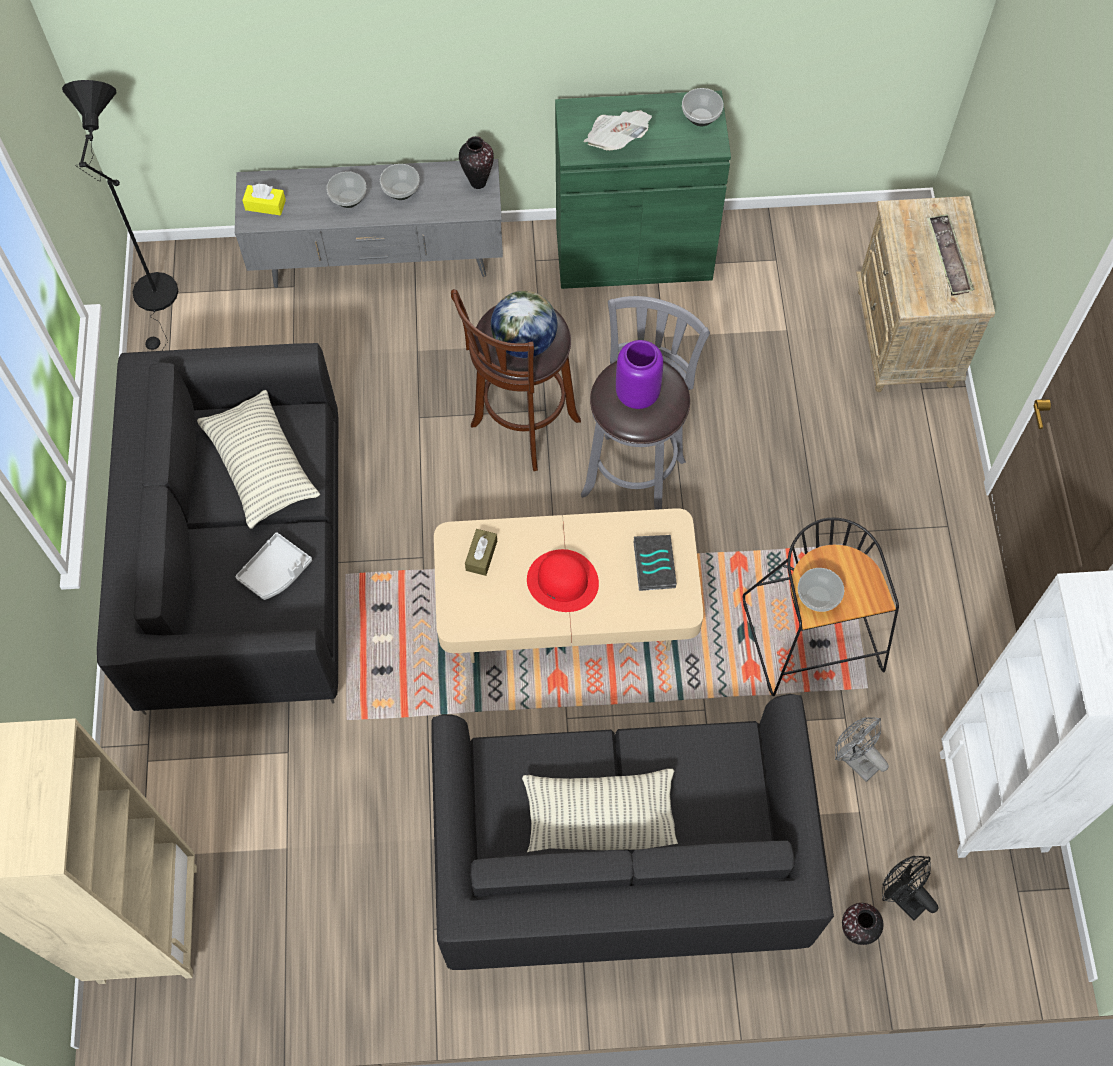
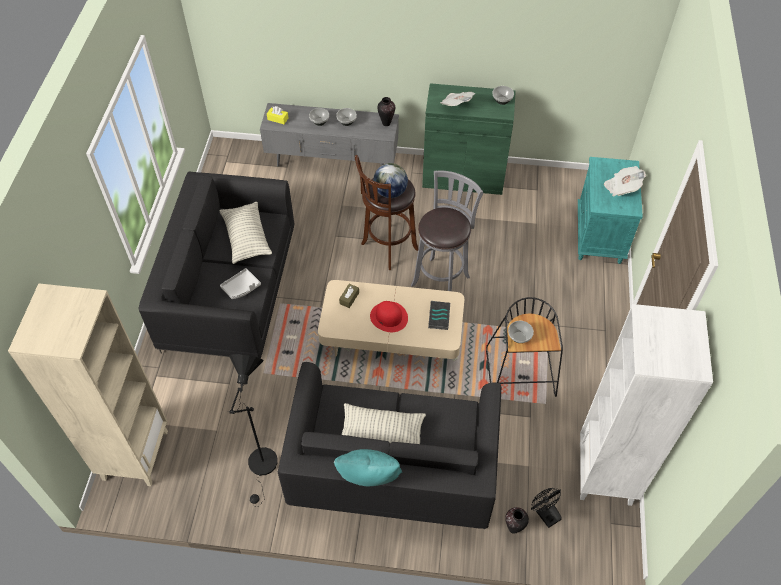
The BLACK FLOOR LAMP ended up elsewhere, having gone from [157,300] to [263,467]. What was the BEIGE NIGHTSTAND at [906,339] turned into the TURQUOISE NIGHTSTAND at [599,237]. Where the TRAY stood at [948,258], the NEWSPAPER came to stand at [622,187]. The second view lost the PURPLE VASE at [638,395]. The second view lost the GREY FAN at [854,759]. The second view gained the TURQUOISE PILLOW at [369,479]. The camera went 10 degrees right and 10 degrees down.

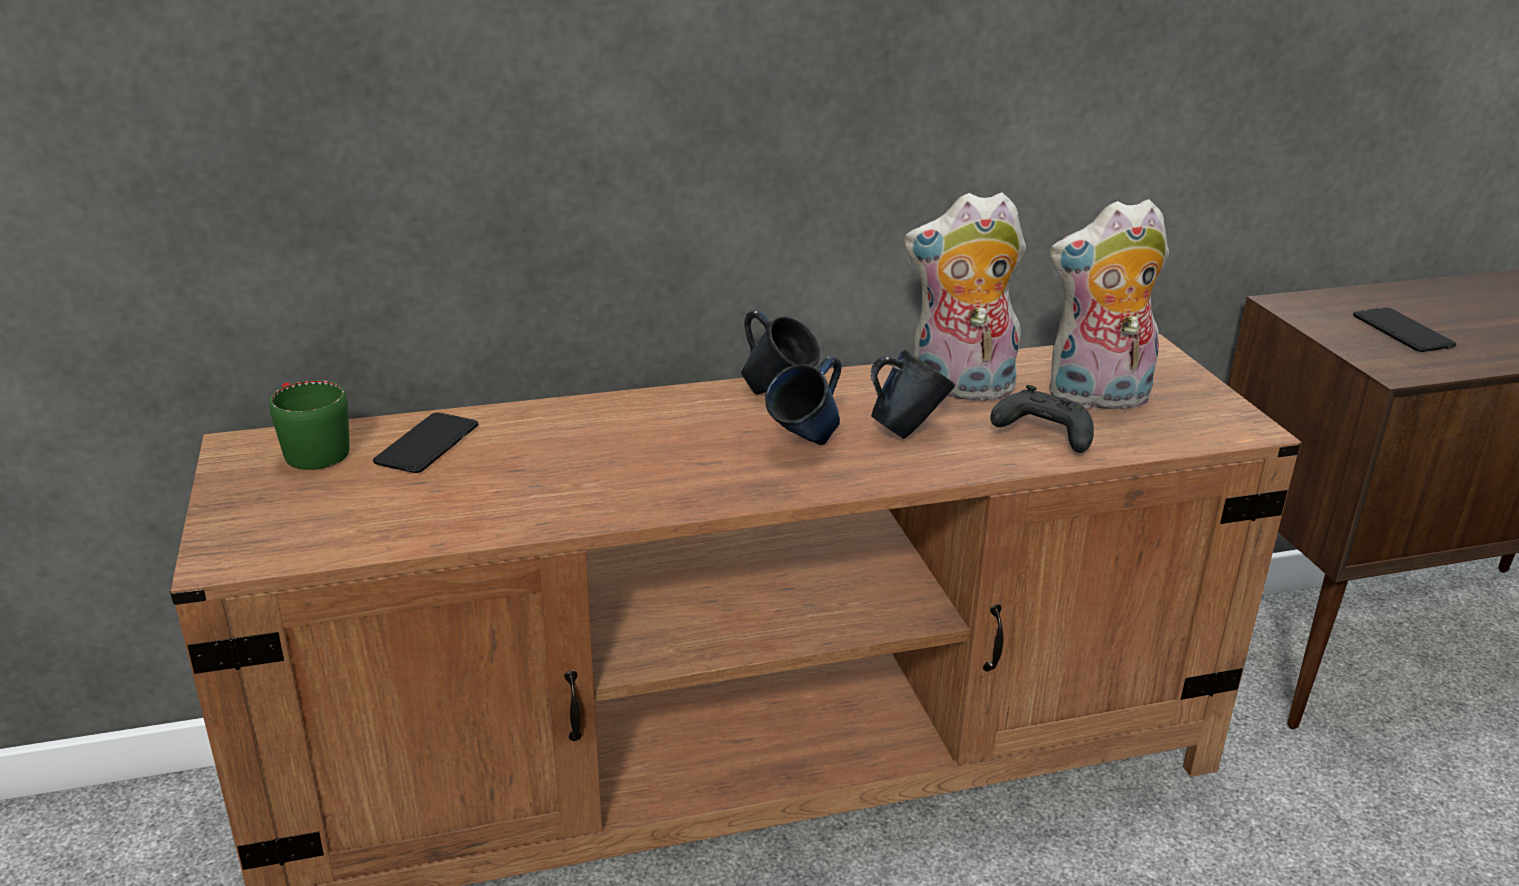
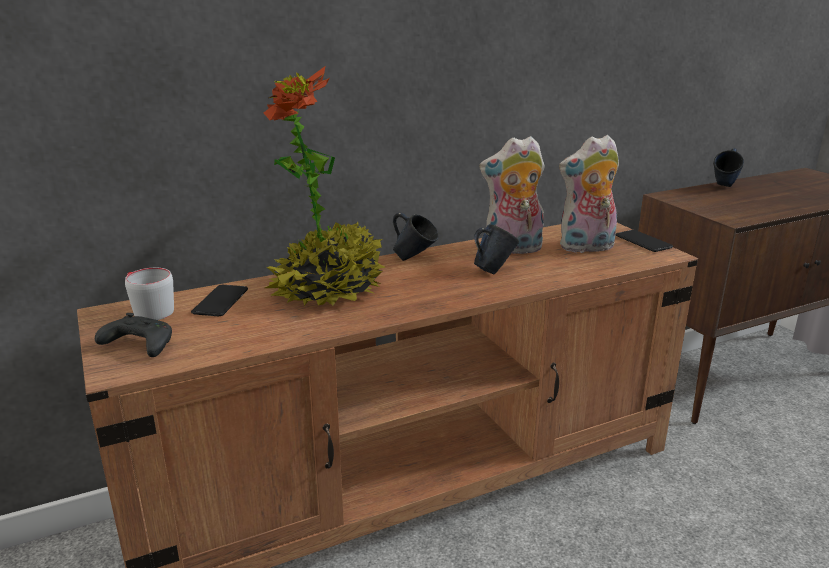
The PHONE ended up elsewhere, having gone from [1402,331] to [643,242]. The BLUE MUG ended up elsewhere, having gone from [806,446] to [724,187]. What was the GREEN MUG at [310,448] turned into the GREY MUG at [148,310]. The BLACK GAME CONTROLLER ended up elsewhere, having gone from [1042,434] to [138,346]. The second view gained the POTTED PLANT at [328,289]. The camera went 10 degrees left and 5 degrees down.

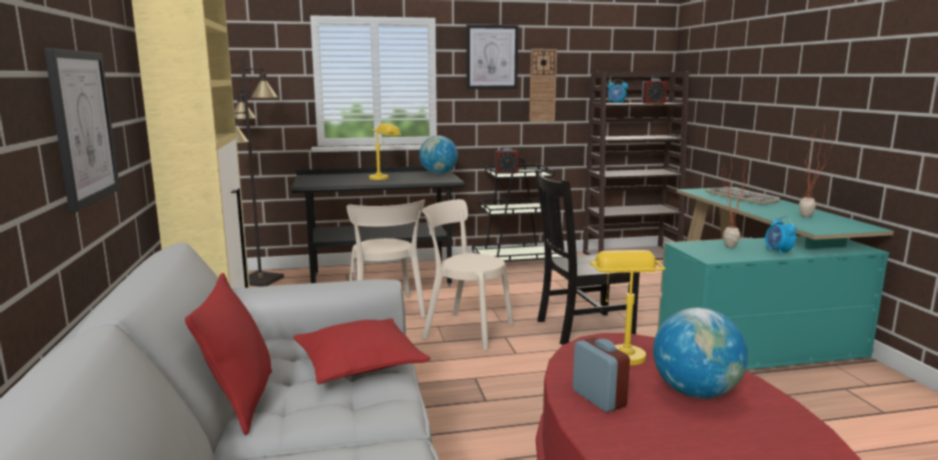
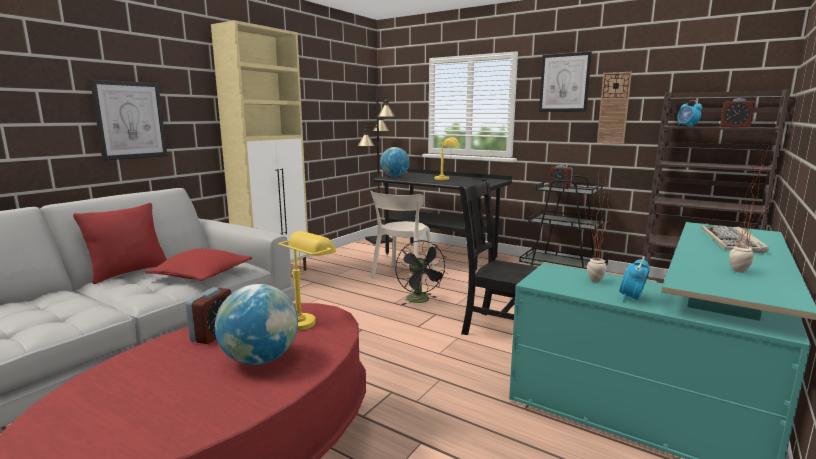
The GLOBE ended up elsewhere, having gone from [438,173] to [394,176]. Where the BEIGE CHAIR stood at [464,330], the BLACK FAN came to stand at [421,301]. The camera went 45 degrees right and 0 degrees up.

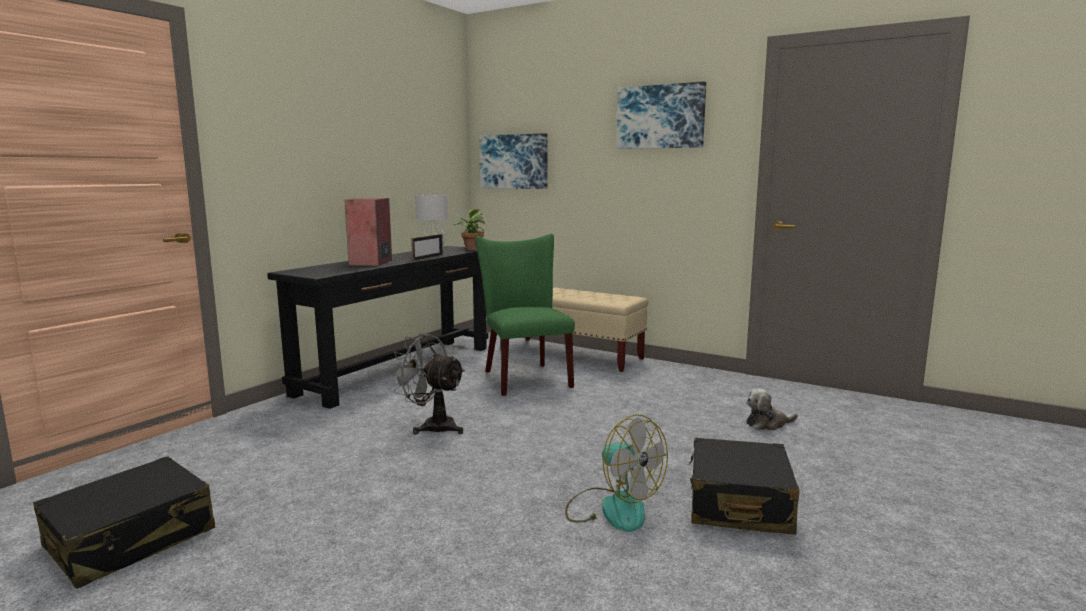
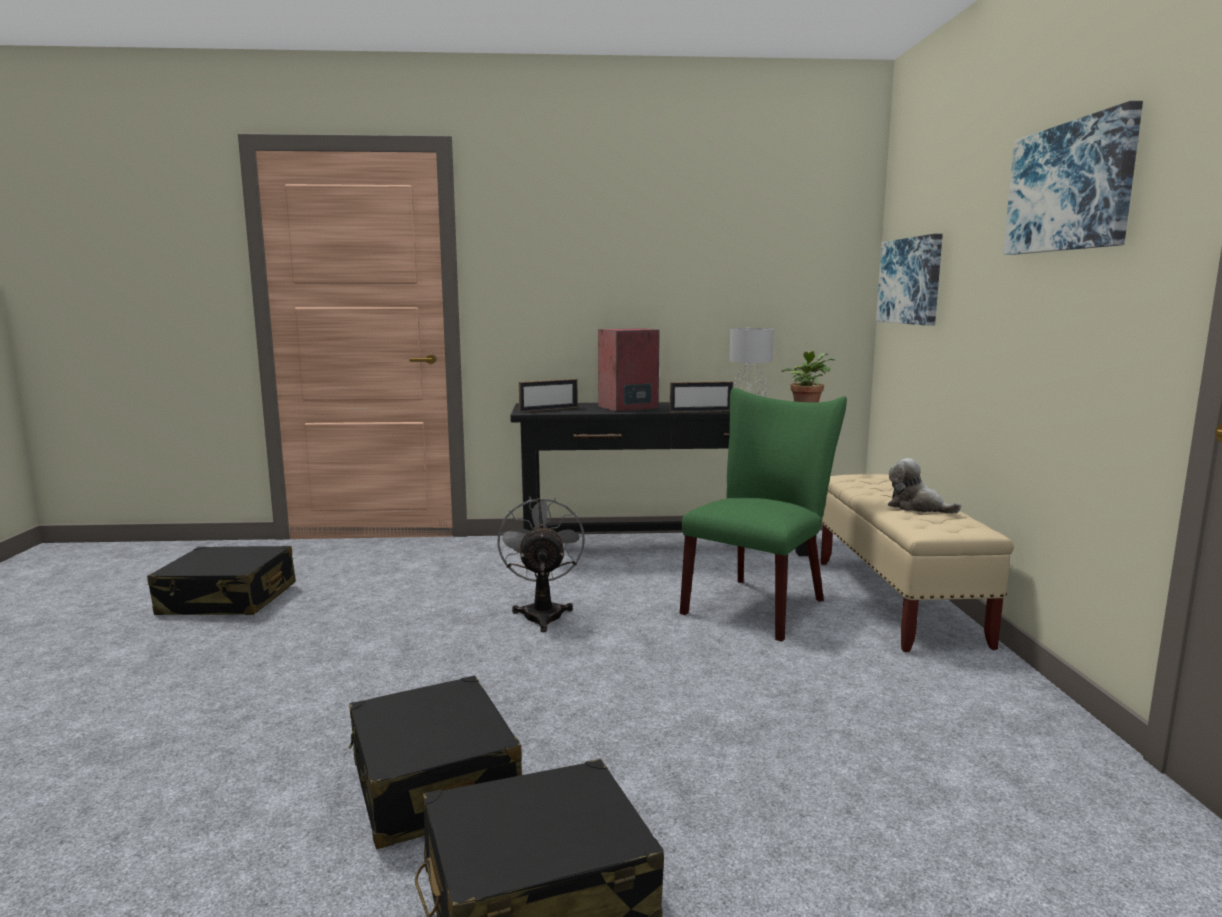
The PLUSH TOY ended up elsewhere, having gone from [767,424] to [917,507]. Where the FAN stood at [612,508], the BLACK SUITCASE came to stand at [433,785]. The second view gained the PICTURE FRAME at [549,409]. The camera went 55 degrees right and 0 degrees up.

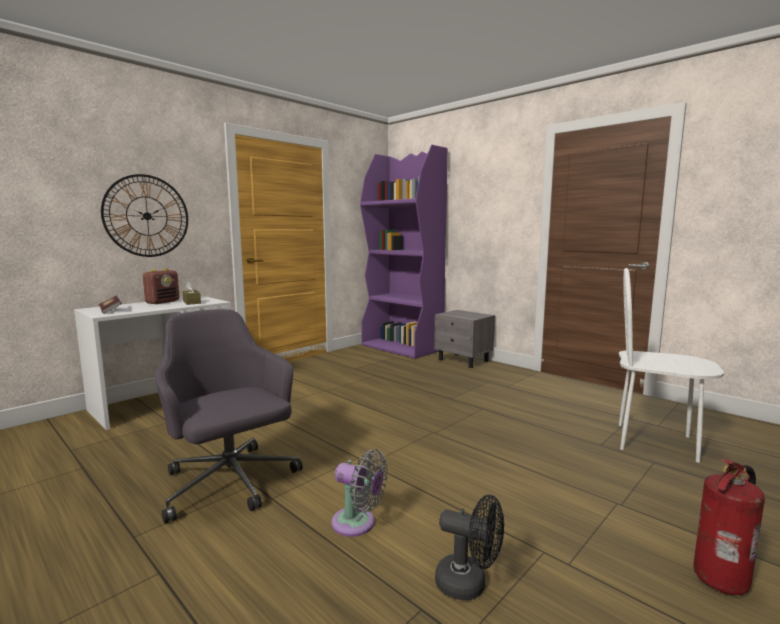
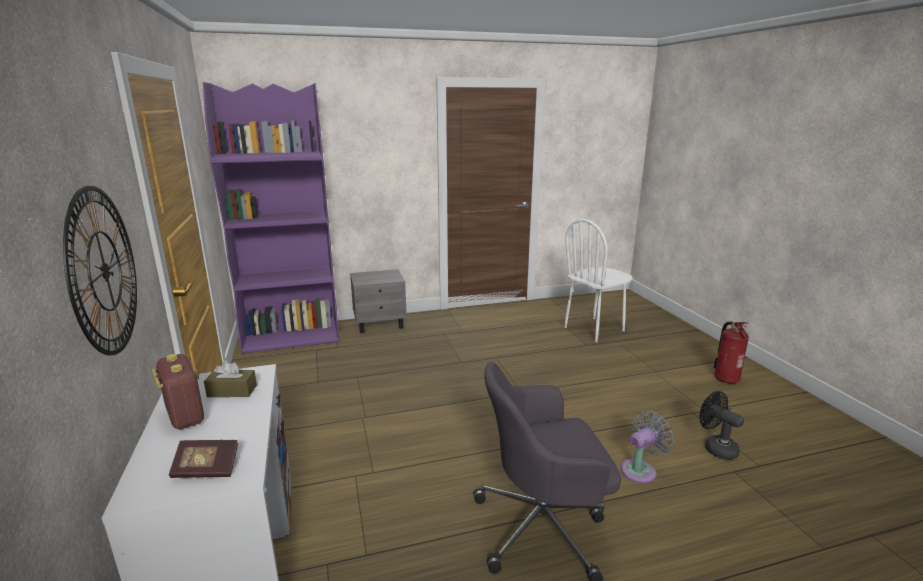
The BLACK FAN at [469,584] ended up facing another way, 90 degrees counterclockwise from before. The camera went 60 degrees left and 10 degrees up.

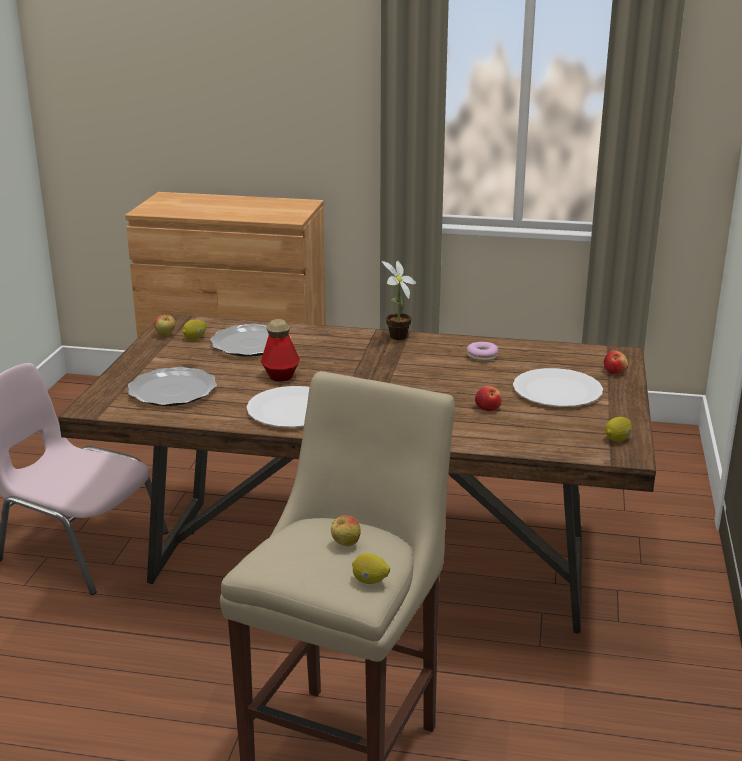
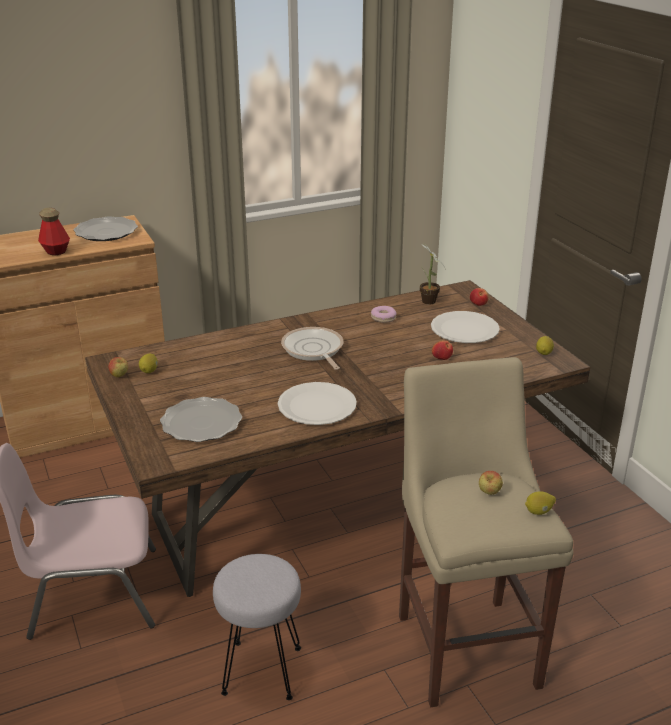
The POTTED PLANT ended up elsewhere, having gone from [396,338] to [428,302]. The BOTTLE ended up elsewhere, having gone from [280,375] to [56,251]. The PLATE ended up elsewhere, having gone from [250,344] to [106,232]. The second view gained the FRYING PAN at [313,350]. The second view gained the GREY STOOL at [261,670]. The camera went 35 degrees left and 5 degrees up.

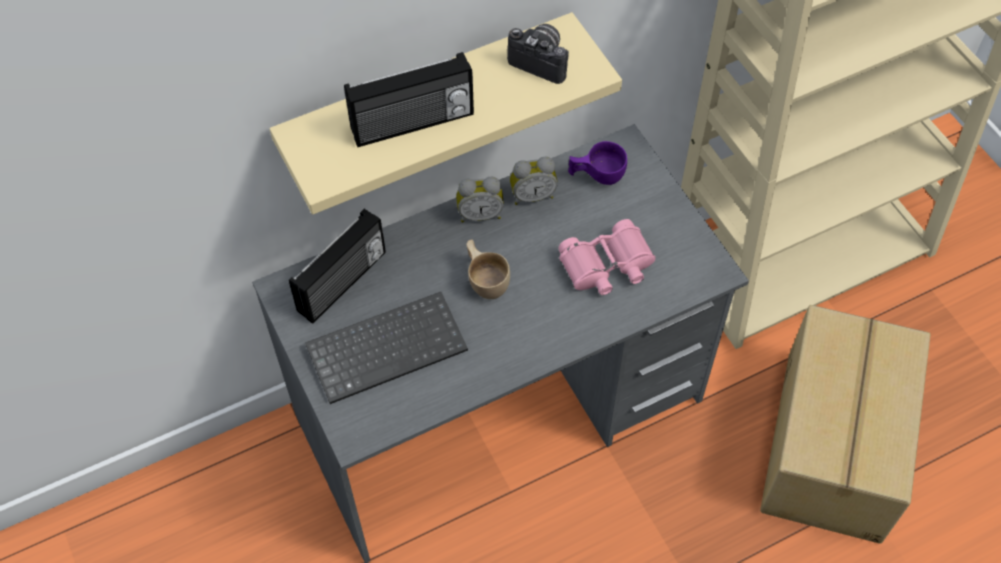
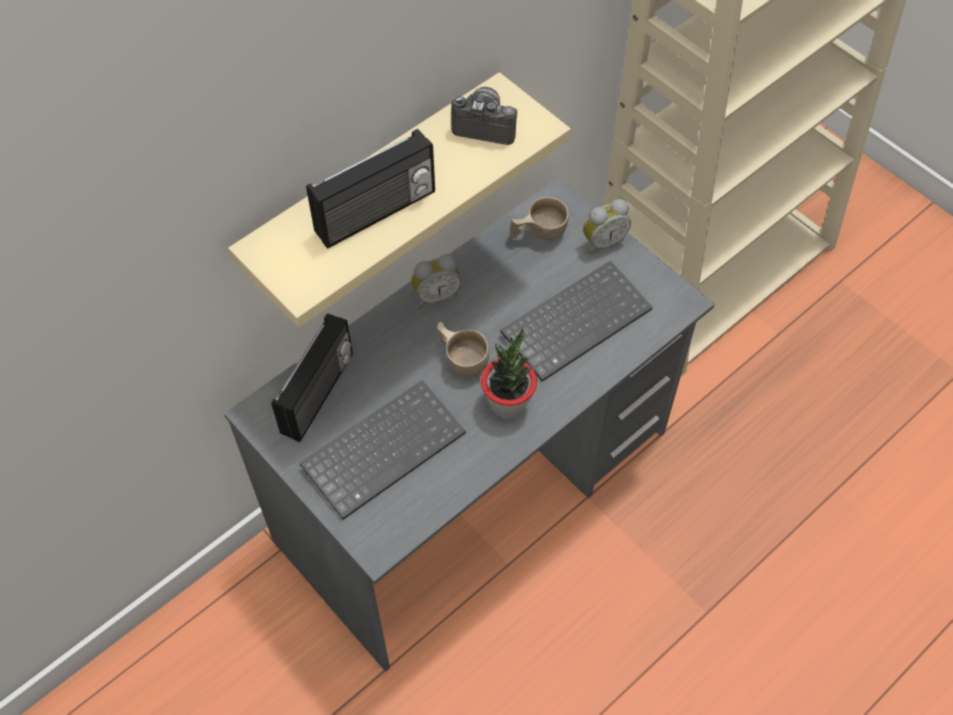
What was the PURPLE CUP at [596,175] turned into the BEIGE CUP at [538,233]. The ALARM CLOCK ended up elsewhere, having gone from [532,195] to [602,241]. Where the PINK BINOCULARS stood at [607,266], the KEYBOARD came to stand at [576,319]. The second view lost the CARDBOARD BOX at [835,445]. The second view gained the POTTED PLANT at [507,404]. The camera went 15 degrees left and 0 degrees up.

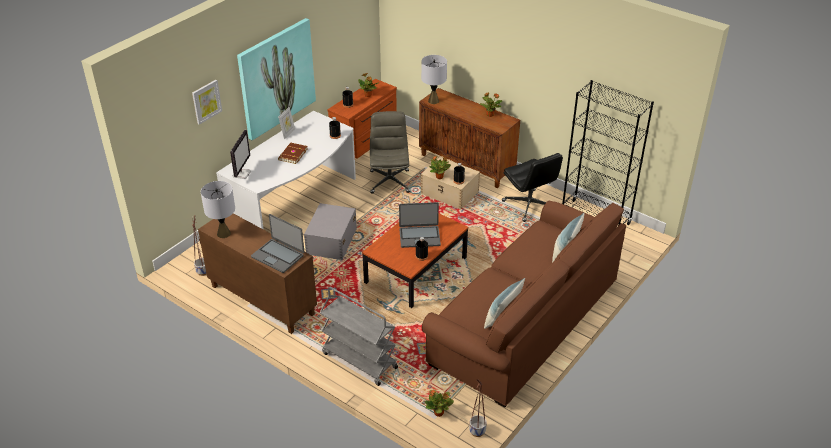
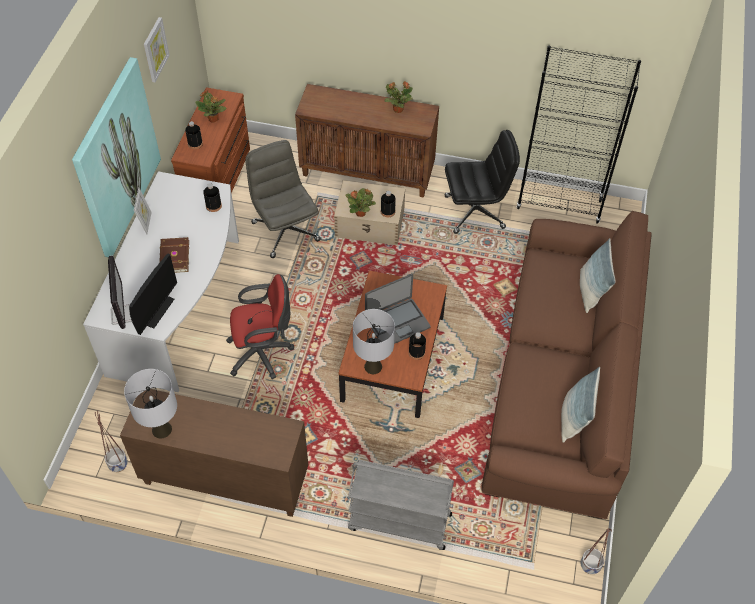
The GREY TABLE LAMP ended up elsewhere, having gone from [433,101] to [373,367]. The PICTURE ended up elsewhere, having gone from [206,101] to [155,49]. The BLACK OFFICE CHAIR at [529,206] ended up facing another way, 45 degrees counterclockwise from before. Where the GREY STORAGE BOX stood at [331,241], the RED OFFICE CHAIR came to stand at [263,353]. The second view lost the LAPTOP at [278,256]. The second view lost the POTTED PLANT at [439,413]. The second view gained the MONITOR at [156,310]. The camera went 25 degrees left and 15 degrees up.

